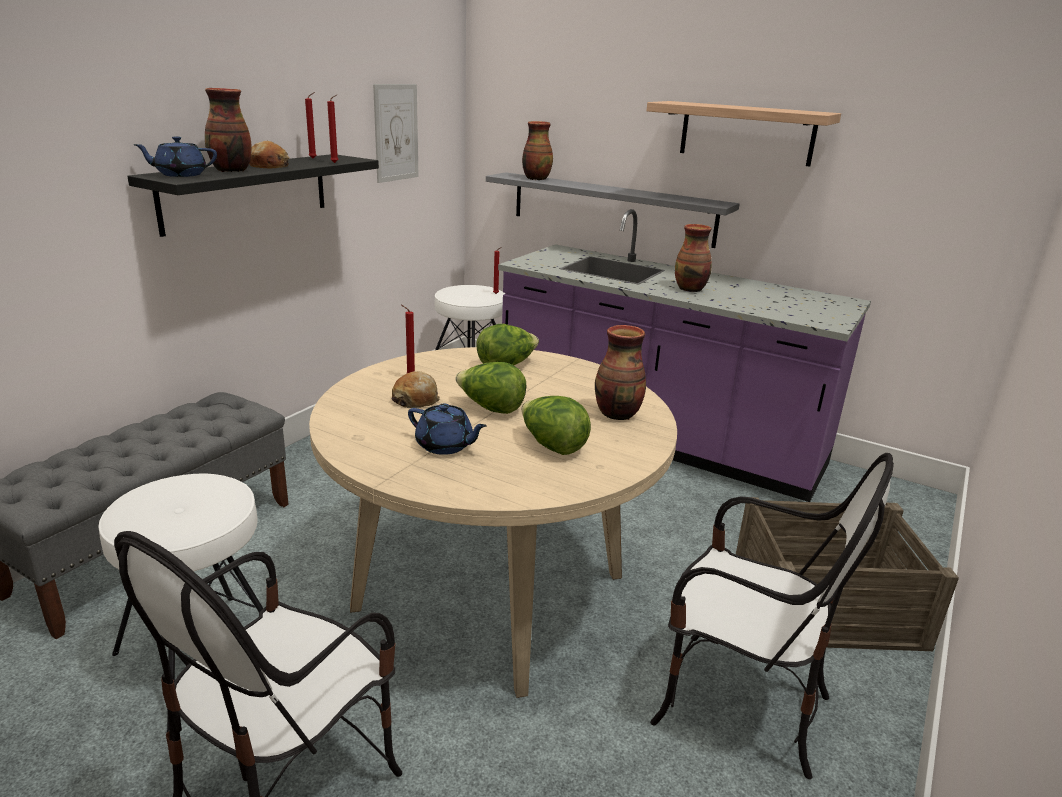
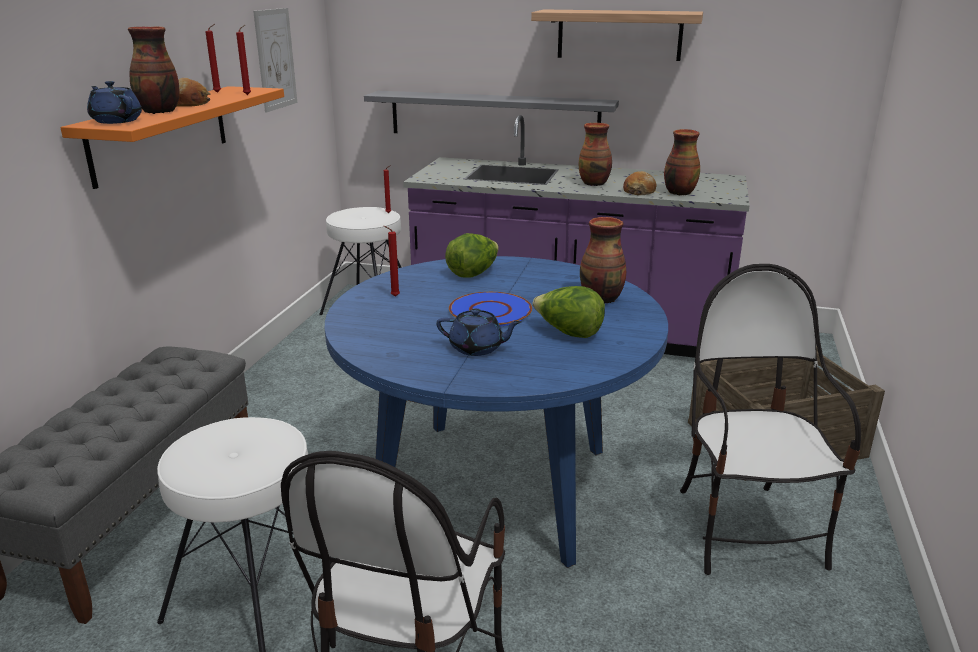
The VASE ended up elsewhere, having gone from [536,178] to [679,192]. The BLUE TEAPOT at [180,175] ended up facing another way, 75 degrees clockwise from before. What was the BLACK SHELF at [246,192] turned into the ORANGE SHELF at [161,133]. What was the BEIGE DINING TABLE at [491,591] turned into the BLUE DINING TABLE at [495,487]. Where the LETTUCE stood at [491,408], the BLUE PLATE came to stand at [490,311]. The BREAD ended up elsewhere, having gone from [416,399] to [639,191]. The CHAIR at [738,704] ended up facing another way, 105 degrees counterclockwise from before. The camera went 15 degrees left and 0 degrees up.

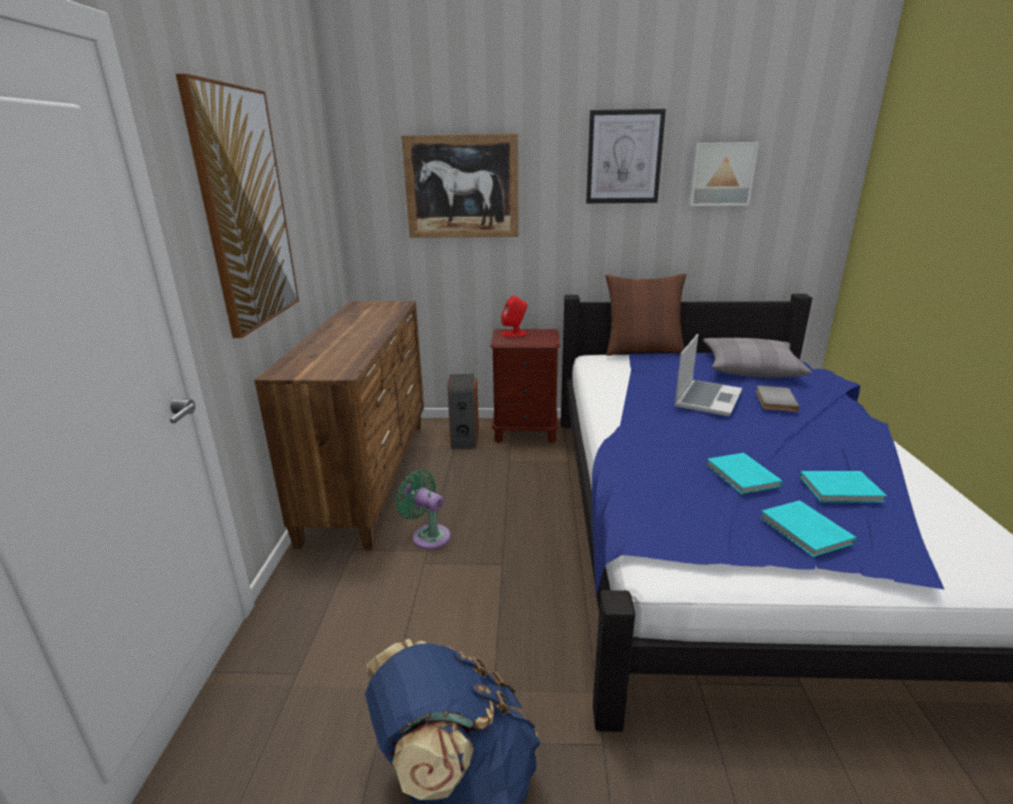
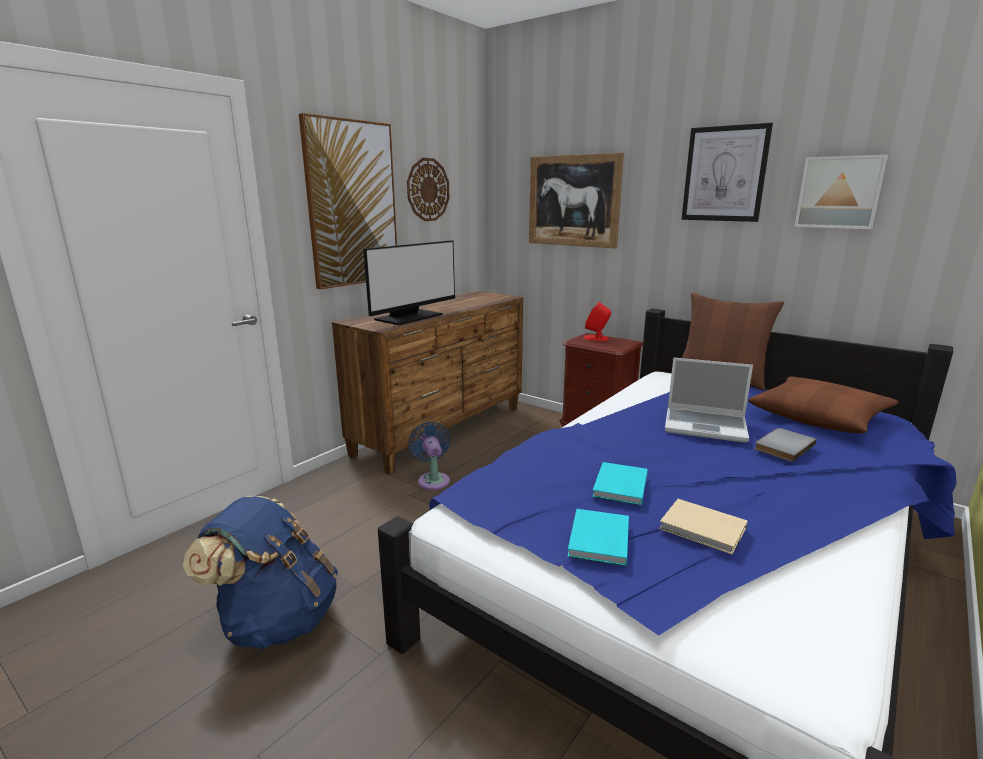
The LAPTOP at [707,399] ended up facing another way, 45 degrees clockwise from before. What was the GREY PILLOW at [750,368] turned into the BROWN PILLOW at [819,416]. The second view lost the SPEAKER at [464,437]. What was the GREEN FAN at [428,535] turned into the BLUE FAN at [433,479]. What was the TURQUOISE BOOK at [842,490] turned into the BEIGE BOOK at [704,529]. The second view gained the WALL CLOCK at [428,190]. The second view gained the MONITOR at [410,317]. The camera went 35 degrees right and 5 degrees down.

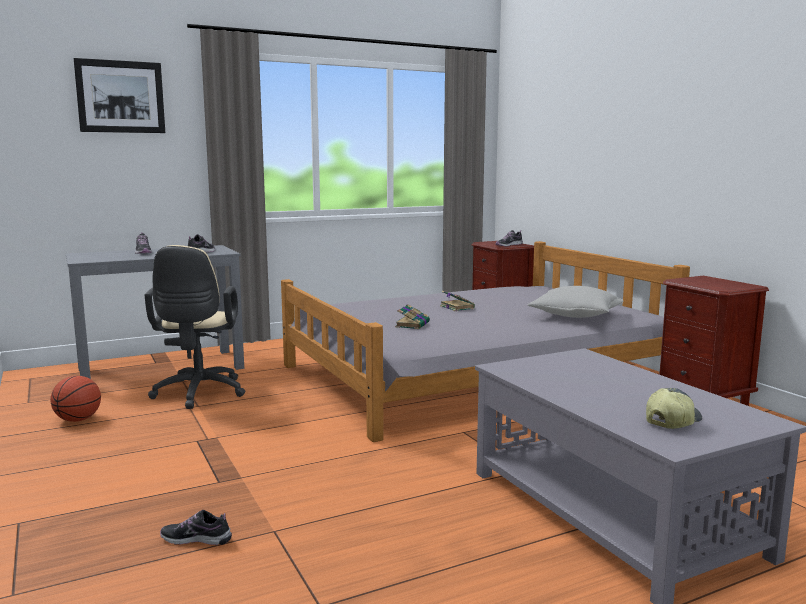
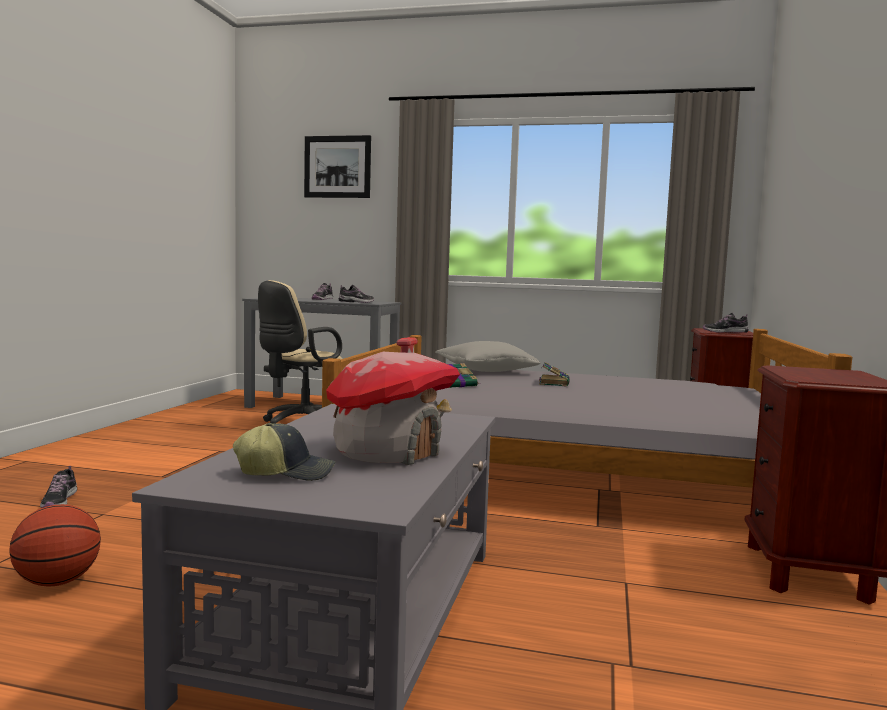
The GREY PILLOW ended up elsewhere, having gone from [575,316] to [485,371]. The BASKETBALL ended up elsewhere, having gone from [78,420] to [57,582]. The SHOE at [196,539] ended up facing another way, 150 degrees counterclockwise from before. The second view gained the TOY HOUSE at [389,452]. The camera went 40 degrees right and 5 degrees down.

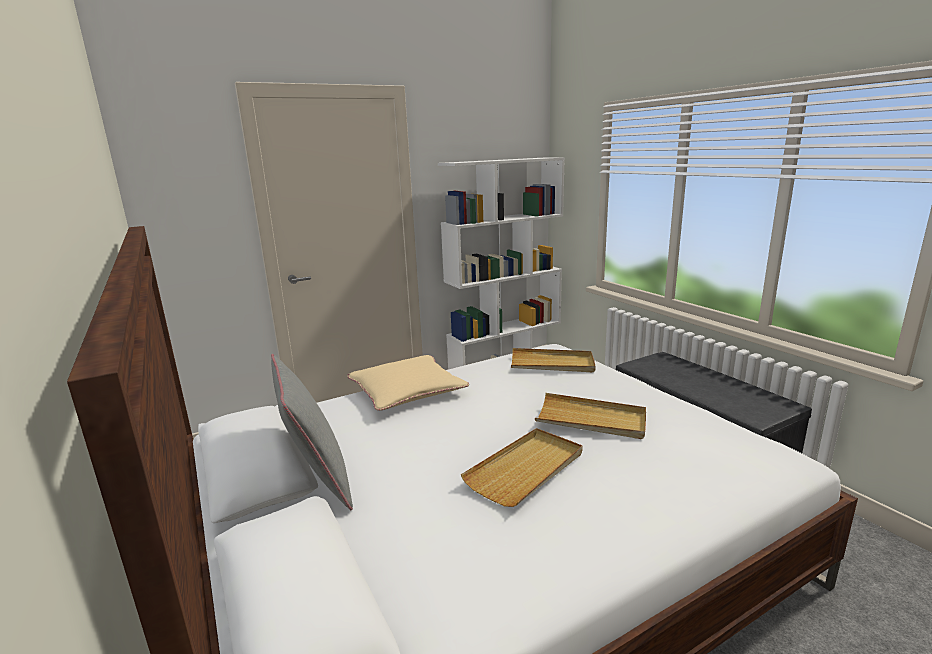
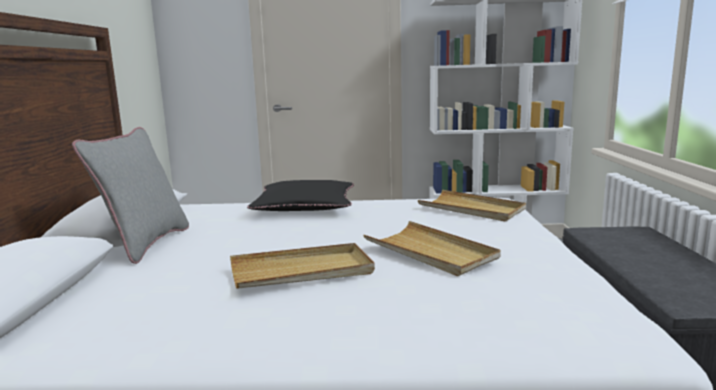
What was the BEIGE PILLOW at [407,390] turned into the BLACK PILLOW at [305,206]. The camera went 30 degrees right and 5 degrees down.

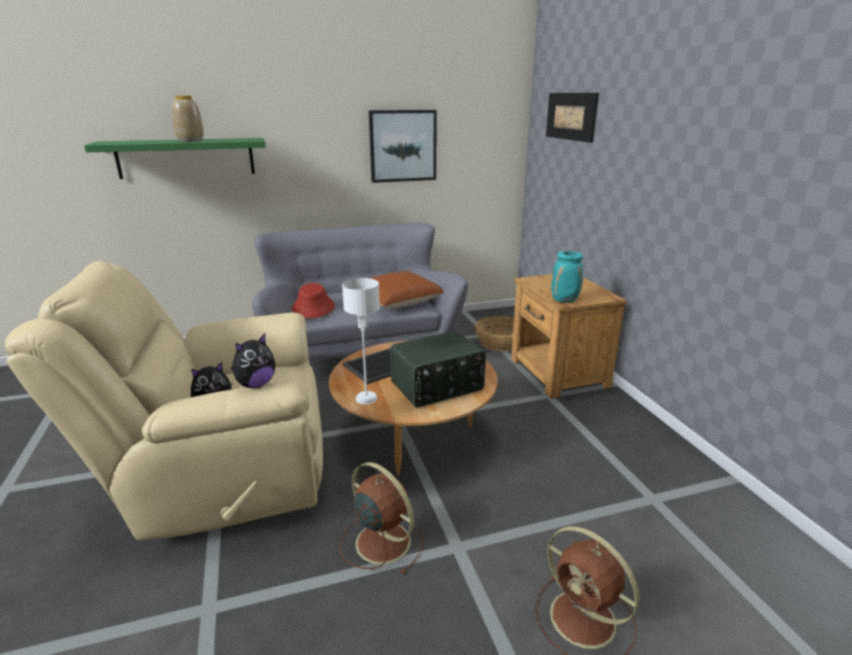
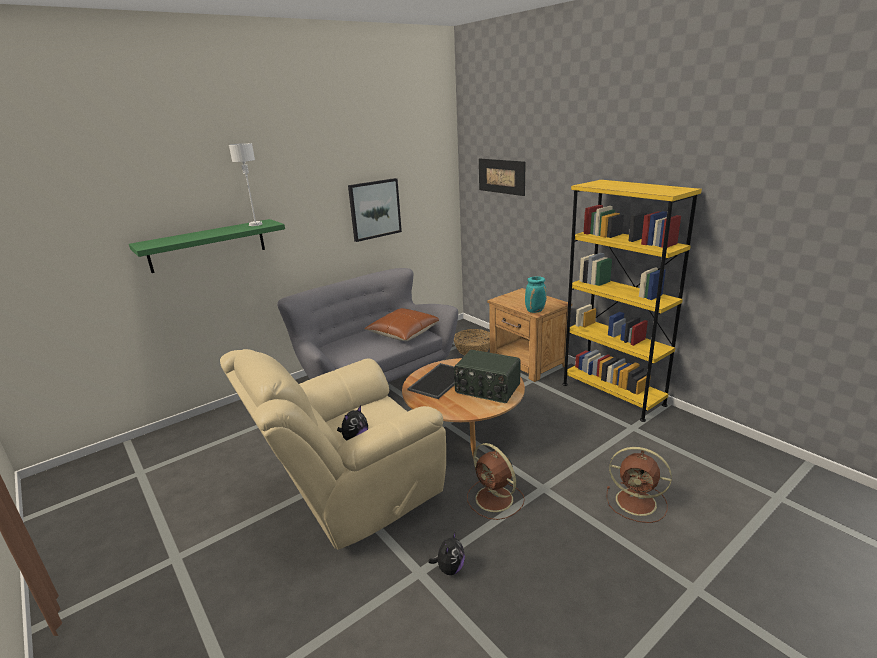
The second view lost the VASE at [190,141]. The WHITE TABLE LAMP ended up elsewhere, having gone from [366,398] to [255,224]. The second view lost the RED HAT at [313,308]. The RADIO at [438,387] ended up facing another way, 75 degrees clockwise from before. The PLUSH TOY ended up elsewhere, having gone from [255,384] to [449,568]. The BROWN FAN at [381,541] ended up facing another way, 150 degrees counterclockwise from before. The second view gained the YELLOW BOOKCASE at [612,394]. The camera went 20 degrees left and 0 degrees up.

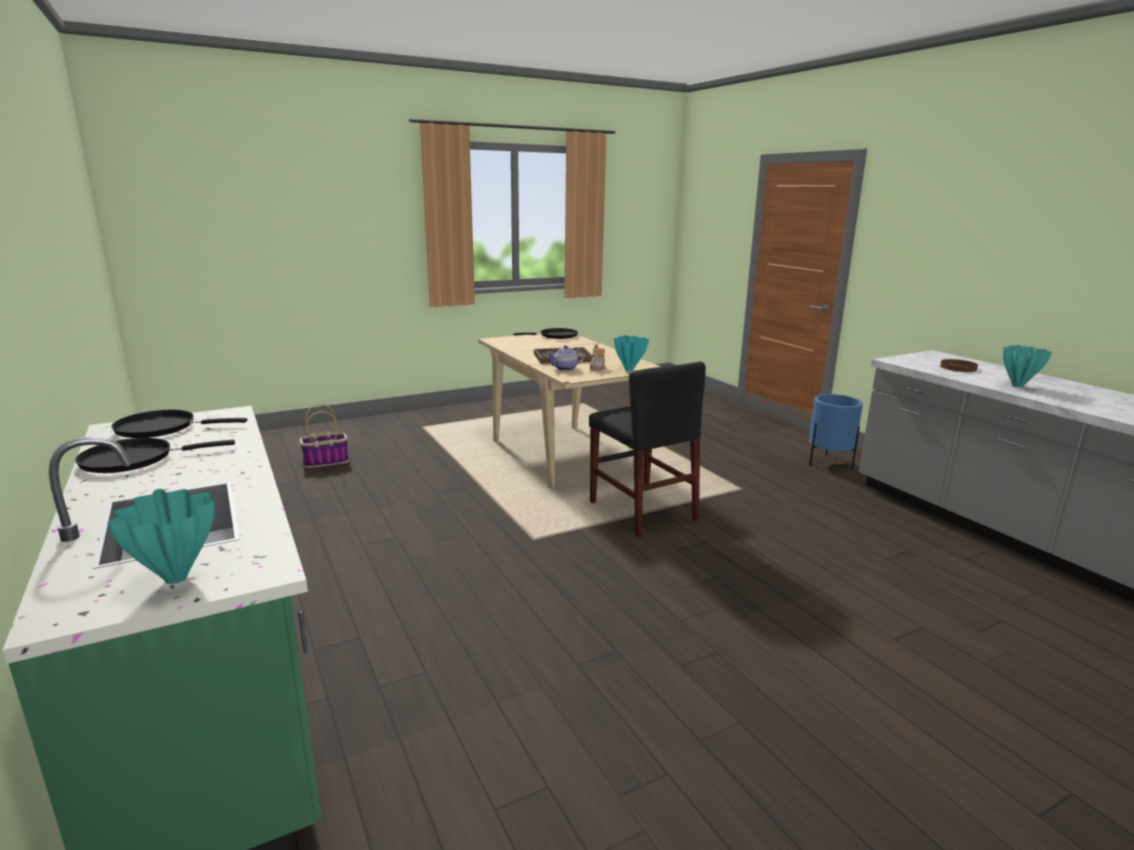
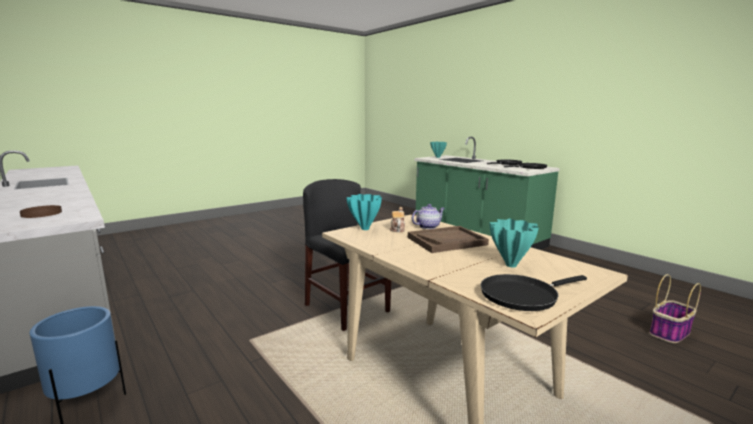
The TURQUOISE VASE ended up elsewhere, having gone from [1017,386] to [511,265]. The camera went 170 degrees right and 5 degrees down.

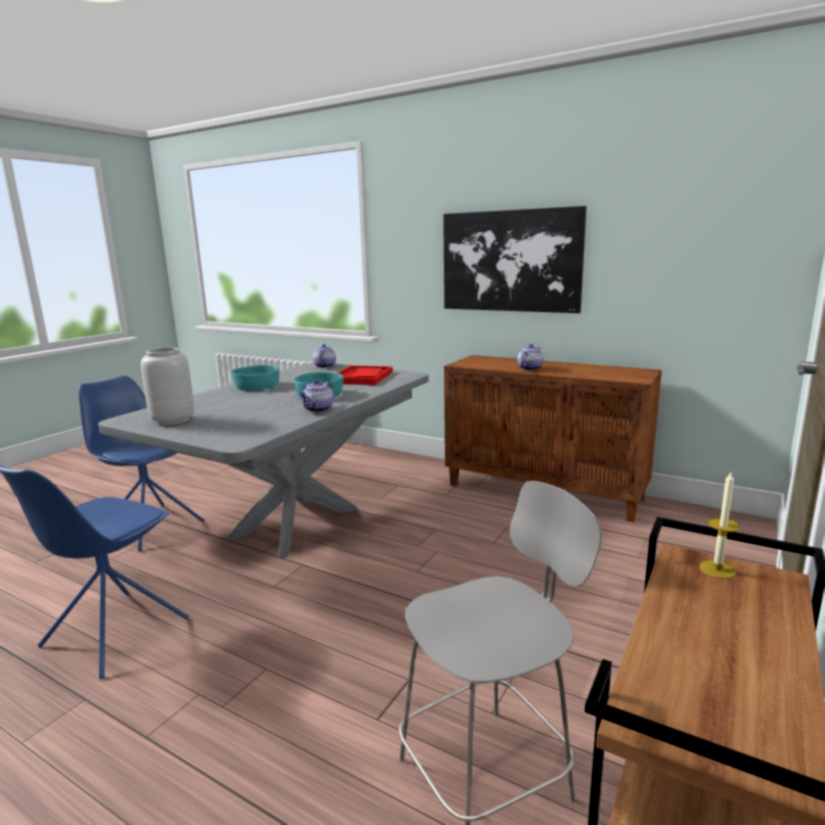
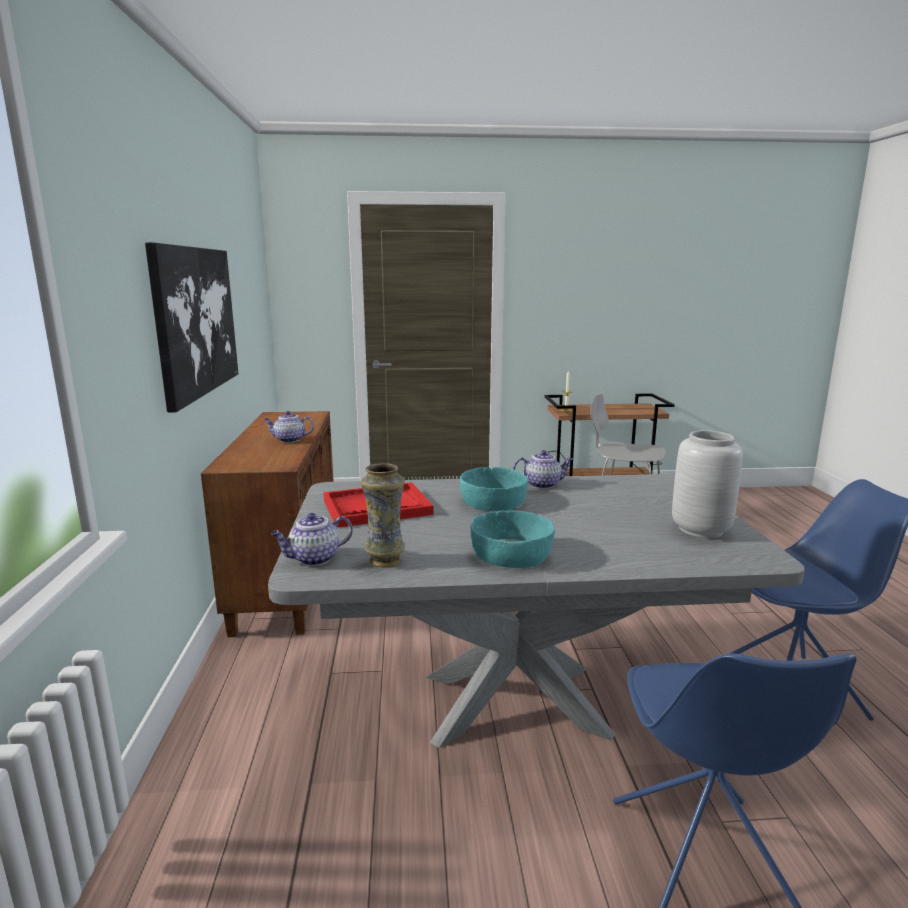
The second view gained the VASE at [385,560]. The camera went 125 degrees left and 0 degrees up.

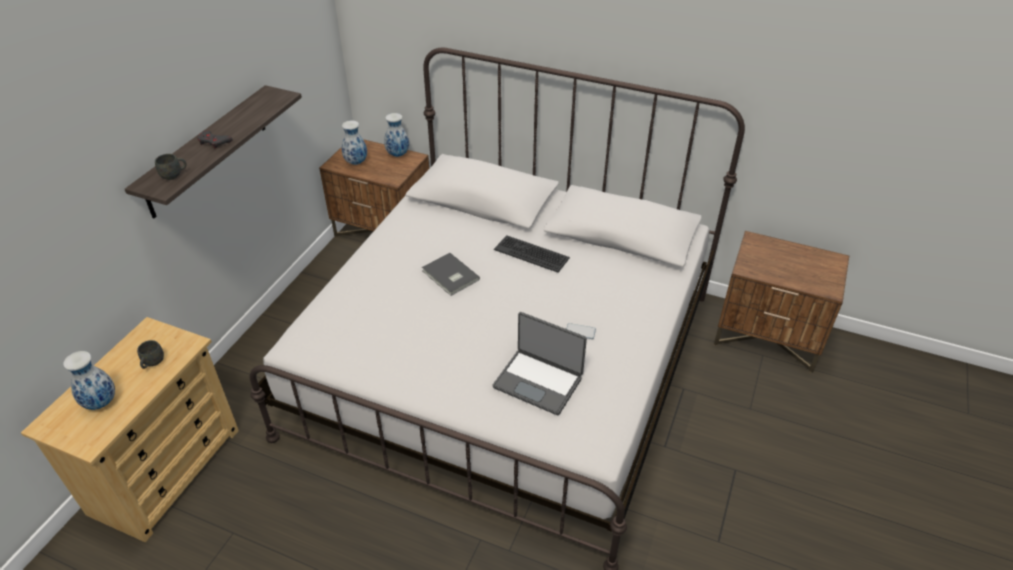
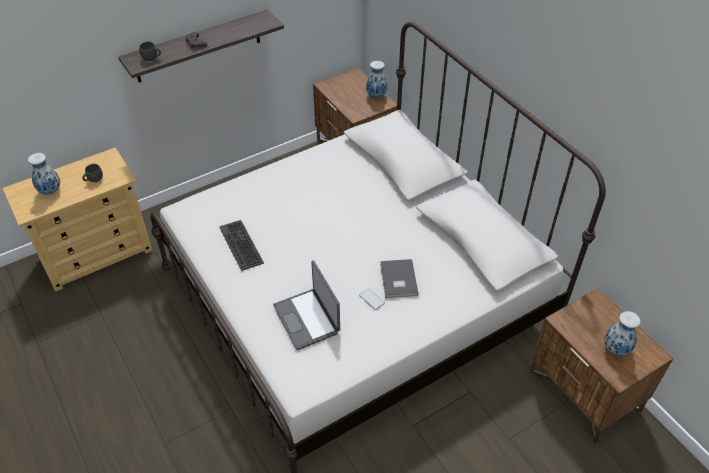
The VASE ended up elsewhere, having gone from [356,163] to [616,350]. The KEYBOARD ended up elsewhere, having gone from [531,254] to [241,245]. The GREY BOOK ended up elsewhere, having gone from [450,276] to [397,280]. The camera went 35 degrees right and 5 degrees up.

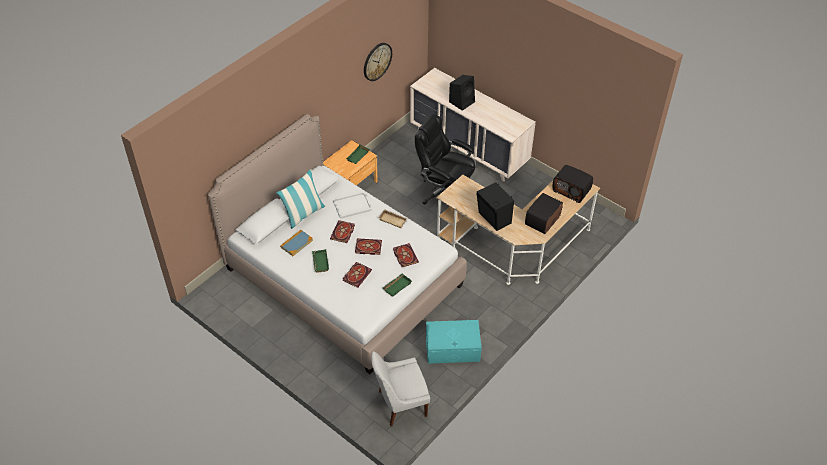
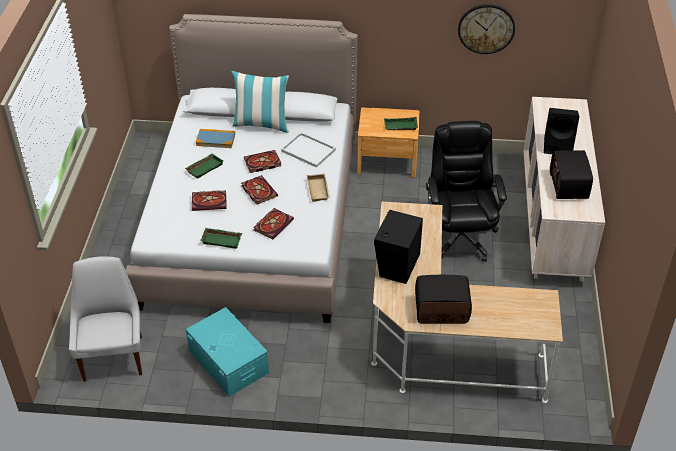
The RADIO ended up elsewhere, having gone from [571,190] to [569,185]. The WHITE CHAIR at [400,404] ended up facing another way, 45 degrees clockwise from before. The camera went 55 degrees right and 5 degrees down.

